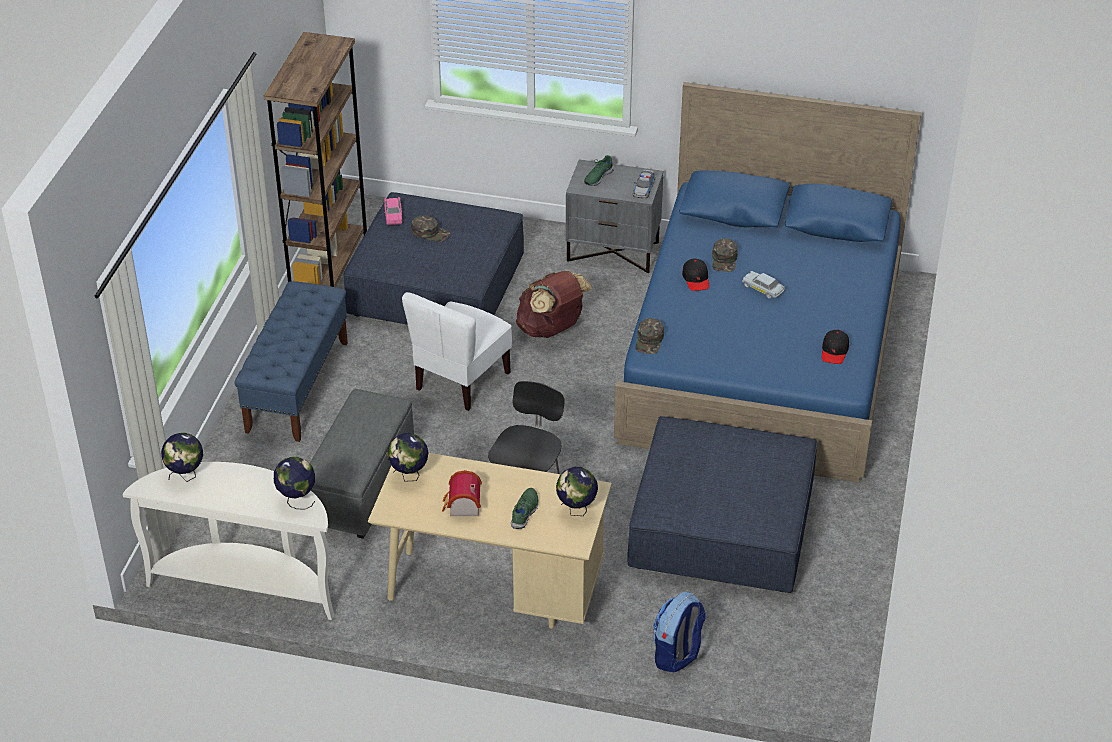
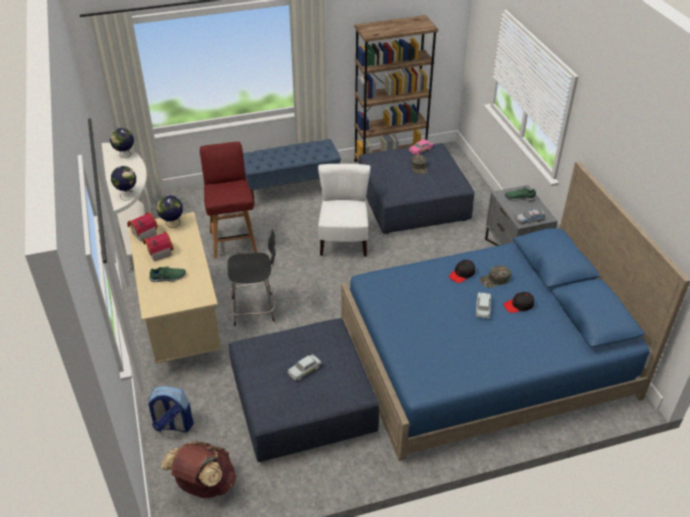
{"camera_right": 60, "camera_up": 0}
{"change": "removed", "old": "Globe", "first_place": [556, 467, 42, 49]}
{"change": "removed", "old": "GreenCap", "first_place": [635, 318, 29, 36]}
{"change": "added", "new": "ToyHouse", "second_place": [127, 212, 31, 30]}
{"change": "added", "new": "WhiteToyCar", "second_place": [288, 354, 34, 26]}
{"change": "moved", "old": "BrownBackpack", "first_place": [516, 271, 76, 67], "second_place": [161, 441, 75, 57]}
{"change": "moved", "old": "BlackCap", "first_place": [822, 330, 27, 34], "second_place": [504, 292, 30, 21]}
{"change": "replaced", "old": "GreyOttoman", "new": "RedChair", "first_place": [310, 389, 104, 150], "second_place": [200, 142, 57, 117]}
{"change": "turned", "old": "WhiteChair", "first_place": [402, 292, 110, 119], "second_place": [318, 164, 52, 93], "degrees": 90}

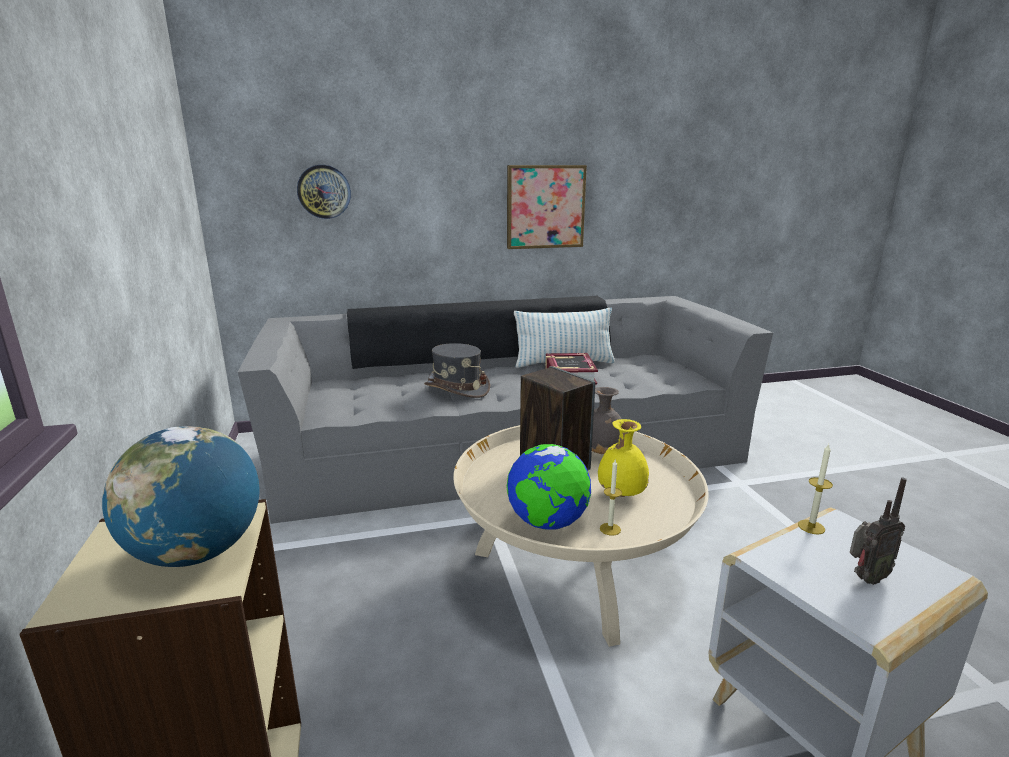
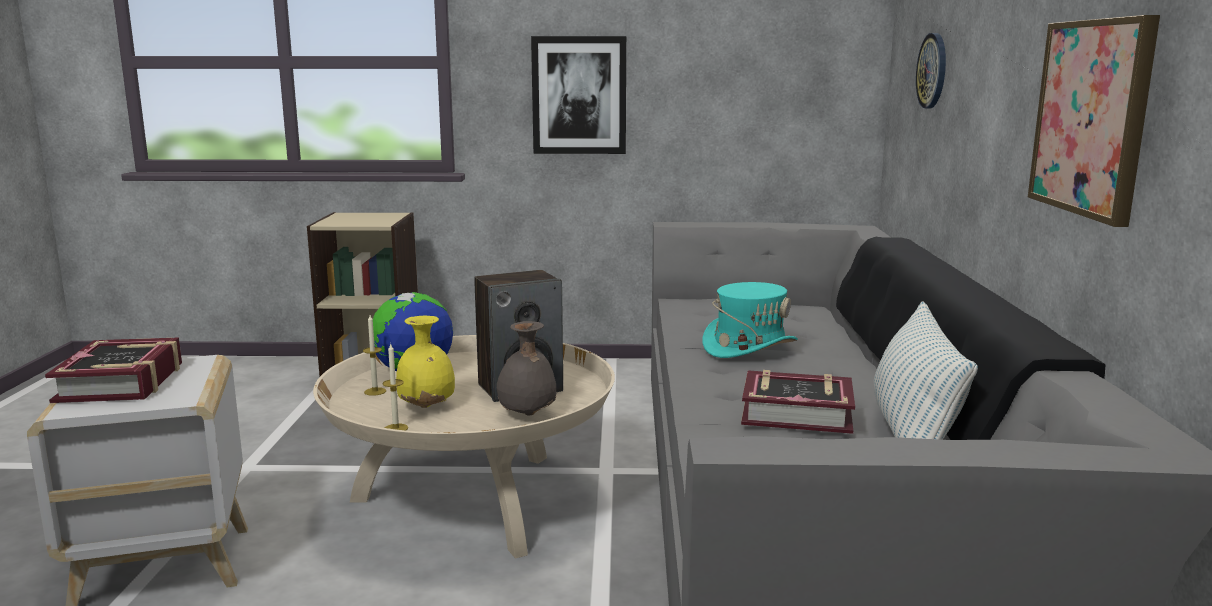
{"camera_right": 105, "camera_up": -5}
{"change": "removed", "old": "Globe", "first_place": [102, 426, 158, 141]}
{"change": "added", "new": "Picture", "second_place": [531, 36, 95, 118]}
{"change": "moved", "old": "Candle", "first_place": [798, 444, 35, 90], "second_place": [383, 343, 25, 88]}
{"change": "replaced", "old": "Radio", "new": "Book", "first_place": [850, 478, 57, 107], "second_place": [45, 337, 137, 66]}
{"change": "recoloured", "old": "GreyHat", "new": "TurquoiseHat", "first_place": [424, 343, 66, 55], "second_place": [703, 282, 95, 76]}

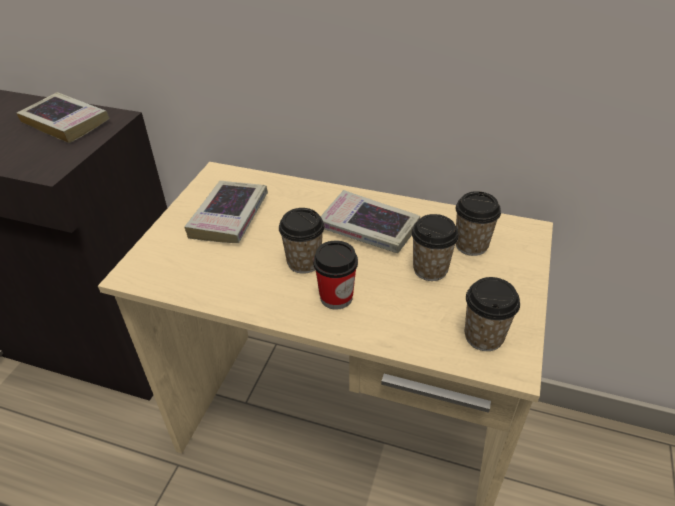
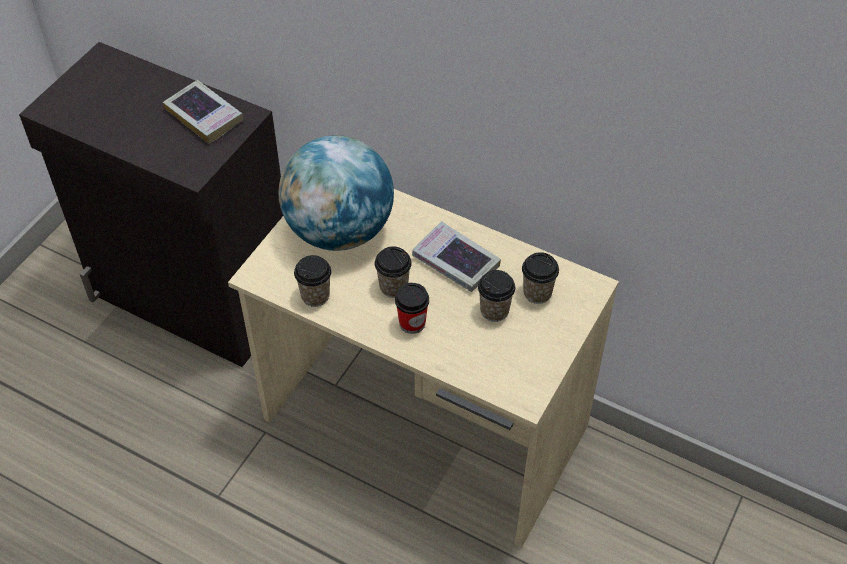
{"camera_right": 10, "camera_up": 10}
{"change": "moved", "old": "Cup", "first_place": [465, 277, 55, 74], "second_place": [294, 255, 37, 52]}
{"change": "replaced", "old": "Book", "new": "Globe", "first_place": [184, 181, 84, 62], "second_place": [279, 135, 115, 116]}

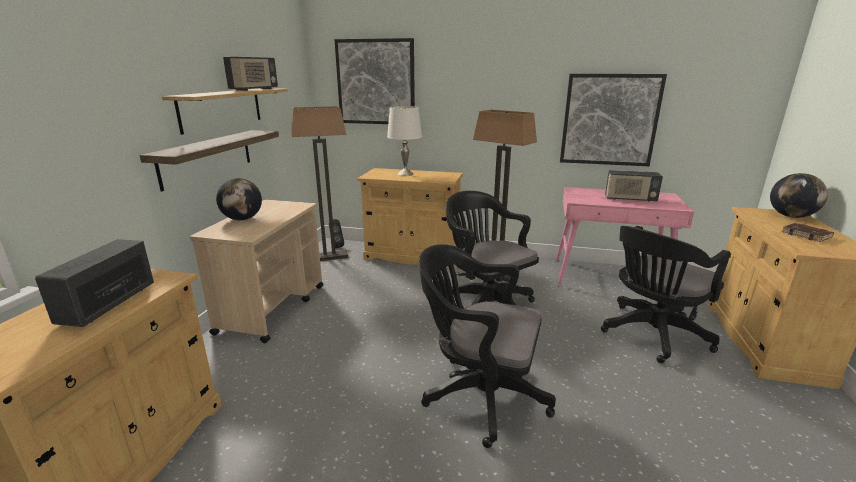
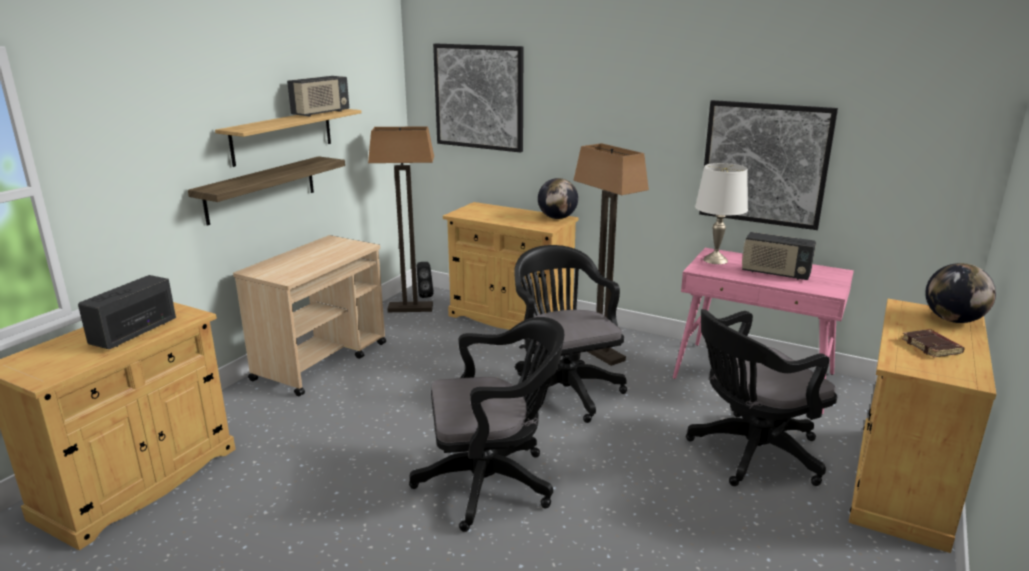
{"camera_right": 15, "camera_up": 0}
{"change": "moved", "old": "Globe", "first_place": [216, 178, 46, 42], "second_place": [538, 178, 40, 41]}
{"change": "moved", "old": "WhiteTableLamp", "first_place": [387, 106, 35, 70], "second_place": [695, 163, 53, 101]}
{"change": "turned", "old": "BlackOfficeChair", "first_place": [419, 244, 137, 204], "second_place": [409, 317, 155, 215], "degrees": 135}

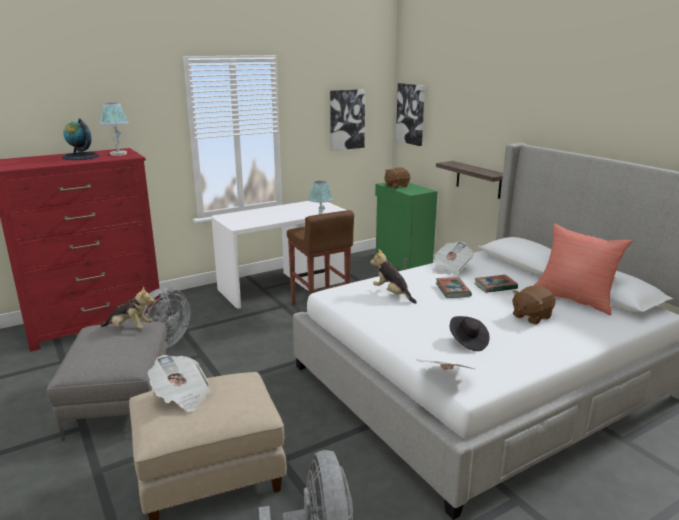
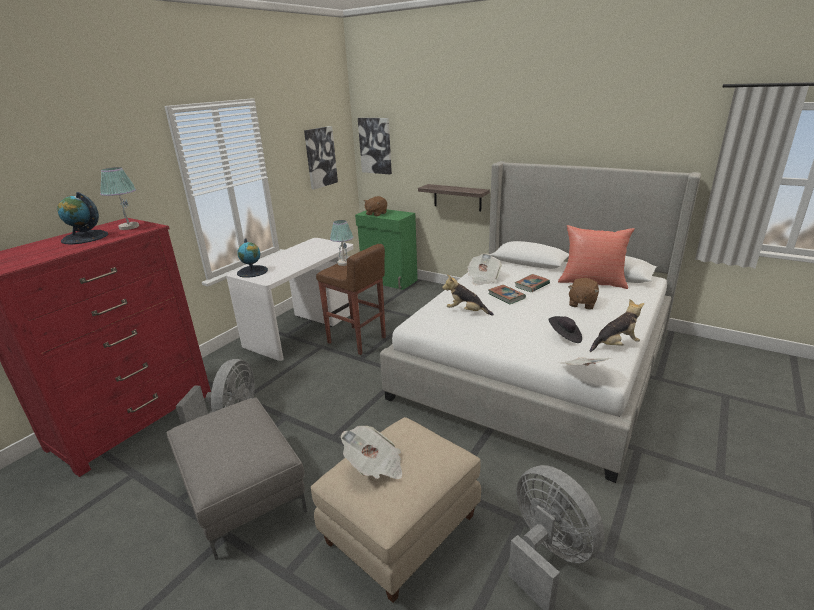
{"camera_right": -25, "camera_up": 5}
{"change": "added", "new": "Globe", "second_place": [237, 238, 31, 40]}
{"change": "moved", "old": "PlushToy", "first_place": [101, 286, 54, 43], "second_place": [590, 299, 55, 53]}

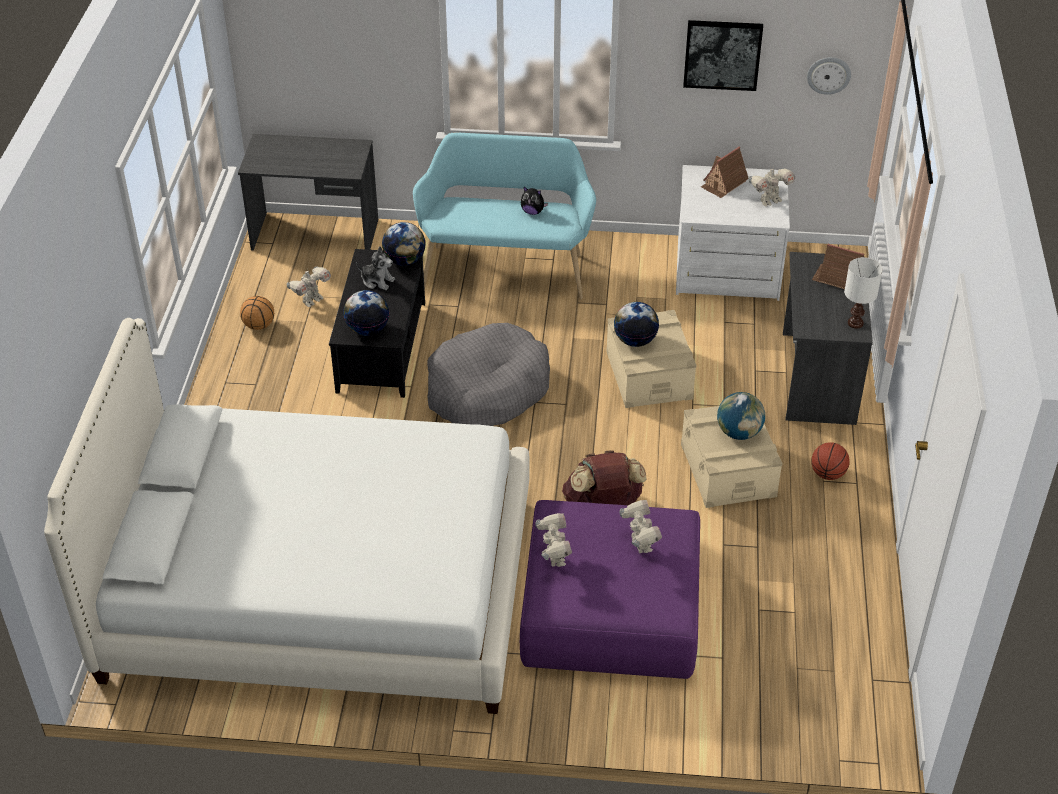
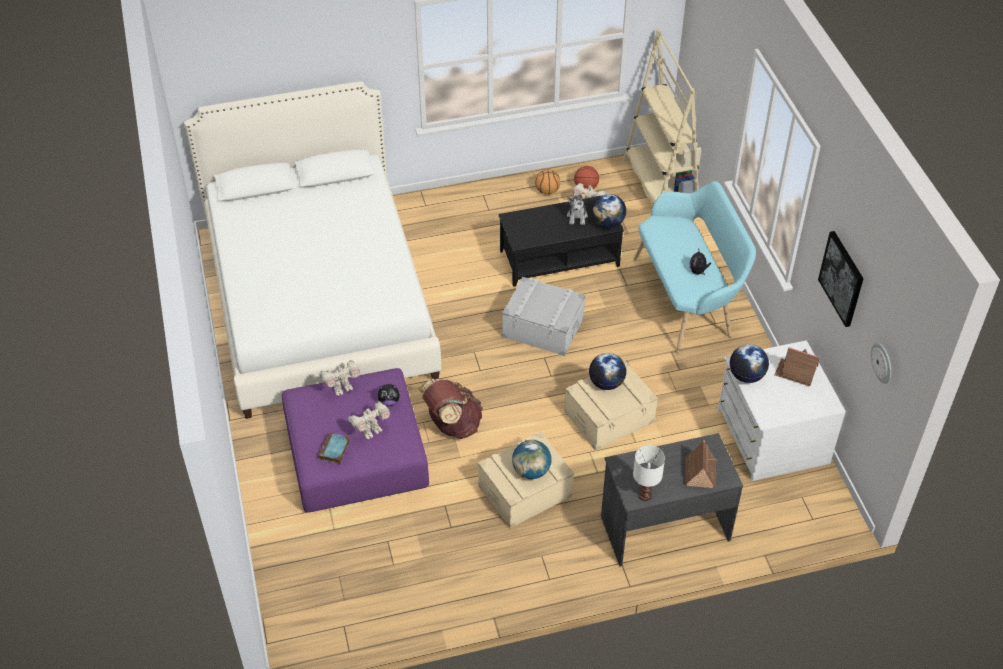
{"camera_right": 70, "camera_up": 5}
{"change": "removed", "old": "ToyRobot", "first_place": [749, 168, 46, 38]}
{"change": "added", "new": "Book", "second_place": [318, 432, 32, 32]}
{"change": "added", "new": "PlushToy", "second_place": [378, 384, 23, 22]}
{"change": "moved", "old": "Globe", "first_place": [343, 290, 46, 46], "second_place": [730, 344, 39, 39]}
{"change": "moved", "old": "Basketball", "first_place": [811, 442, 39, 38], "second_place": [574, 166, 25, 23]}
{"change": "replaced", "old": "GreyDesk", "new": "BeigeBookcase", "first_place": [238, 134, 140, 116], "second_place": [623, 28, 78, 178]}
{"change": "replaced", "old": "GreyDogBed", "new": "GreyStorageBox", "first_place": [427, 323, 123, 103], "second_place": [502, 277, 83, 79]}

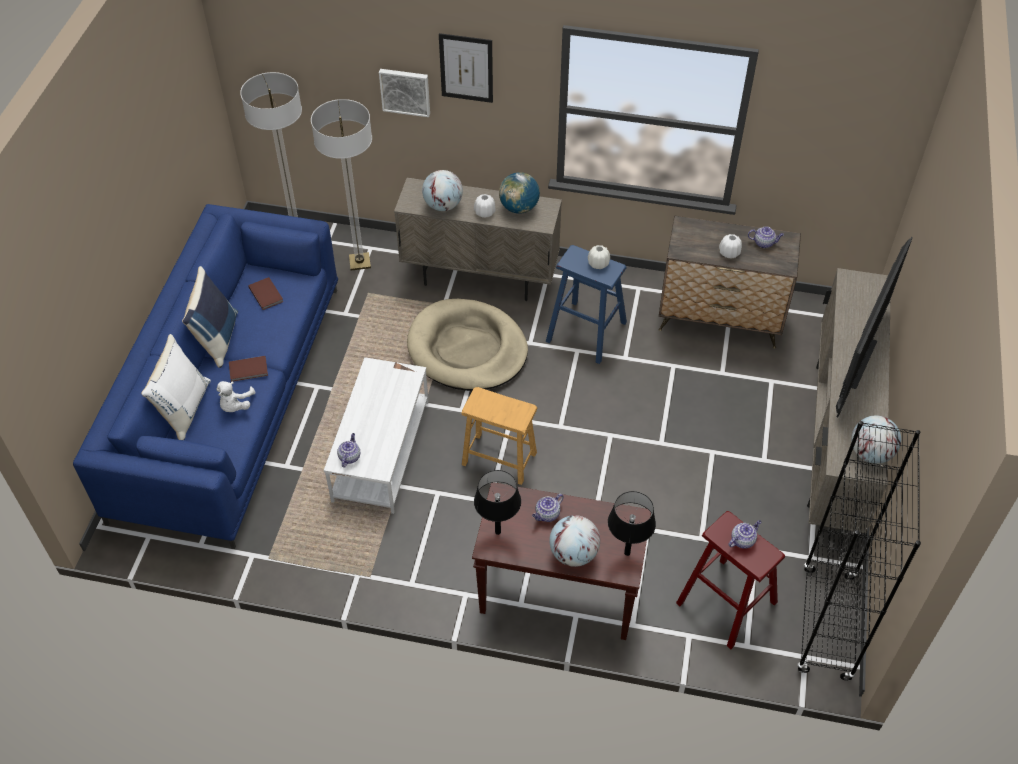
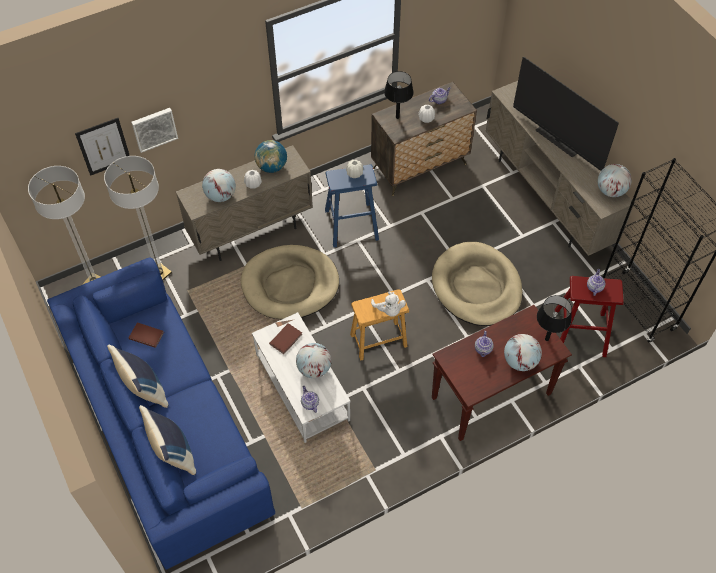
{"camera_right": -40, "camera_up": 5}
{"change": "added", "new": "Globe", "second_place": [296, 343, 35, 35]}
{"change": "added", "new": "BeigeDogBed", "second_place": [432, 242, 91, 84]}
{"change": "moved", "old": "WhitePlushToy", "first_place": [217, 381, 38, 31], "second_place": [371, 292, 35, 25]}
{"change": "moved", "old": "BrownBook", "first_place": [229, 356, 39, 26], "second_place": [269, 323, 33, 31]}
{"change": "moved", "old": "Picture", "first_place": [439, 33, 54, 70], "second_place": [75, 118, 55, 58]}
{"change": "moved", "old": "BlackTableLamp", "first_place": [474, 470, 47, 65], "second_place": [384, 71, 30, 48]}
{"change": "recoloured", "old": "WhitePillow", "new": "BluePillow", "first_place": [141, 334, 70, 106], "second_place": [139, 405, 57, 70]}
{"change": "turned", "old": "Television", "first_place": [836, 237, 77, 180], "second_place": [513, 57, 106, 114], "degrees": 150}

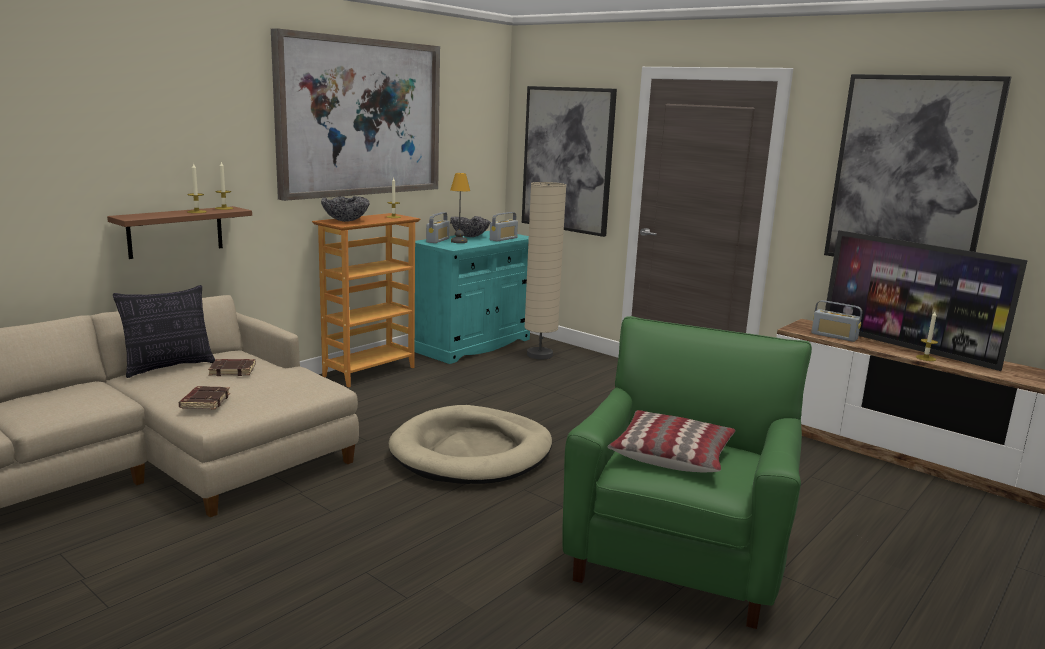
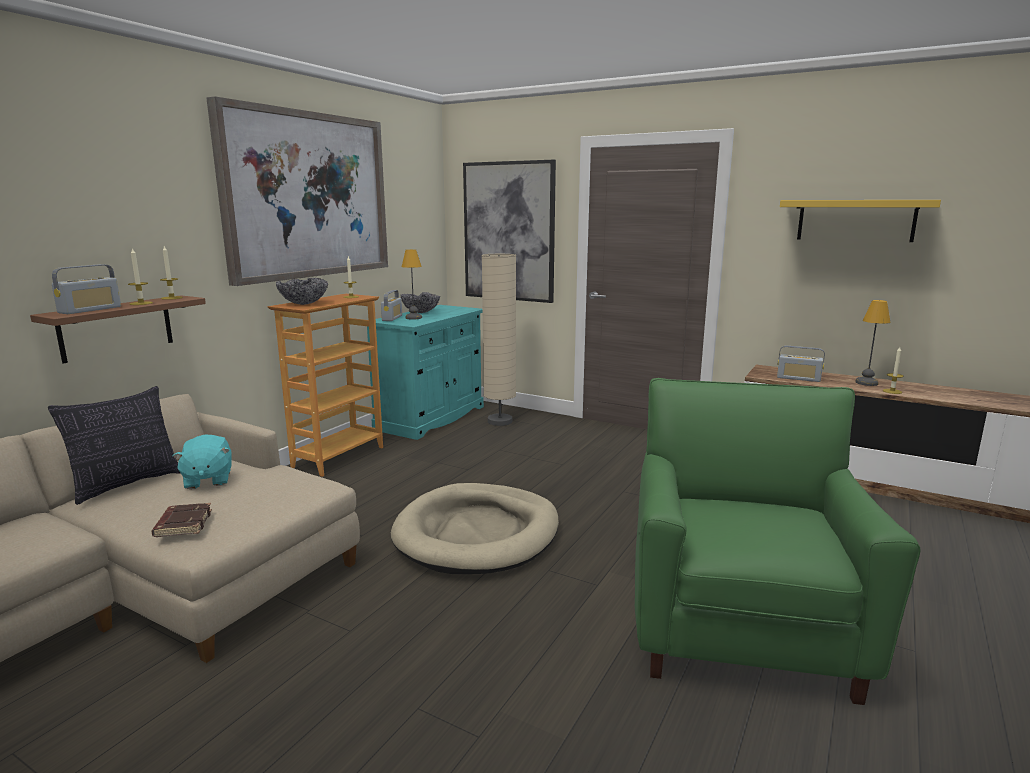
{"camera_right": -10, "camera_up": 0}
{"change": "removed", "old": "Pillow", "first_place": [608, 410, 127, 63]}
{"change": "moved", "old": "Radio", "first_place": [490, 212, 28, 29], "second_place": [52, 264, 69, 50]}
{"change": "replaced", "old": "BrownBook", "new": "TurquoisePlushToy", "first_place": [208, 359, 48, 17], "second_place": [173, 435, 59, 54]}
{"change": "replaced", "old": "Picture", "new": "YellowShelf", "first_place": [824, 74, 187, 183], "second_place": [780, 200, 161, 42]}
{"change": "replaced", "old": "Television", "new": "TableLamp", "first_place": [825, 230, 203, 141], "second_place": [855, 300, 36, 86]}

